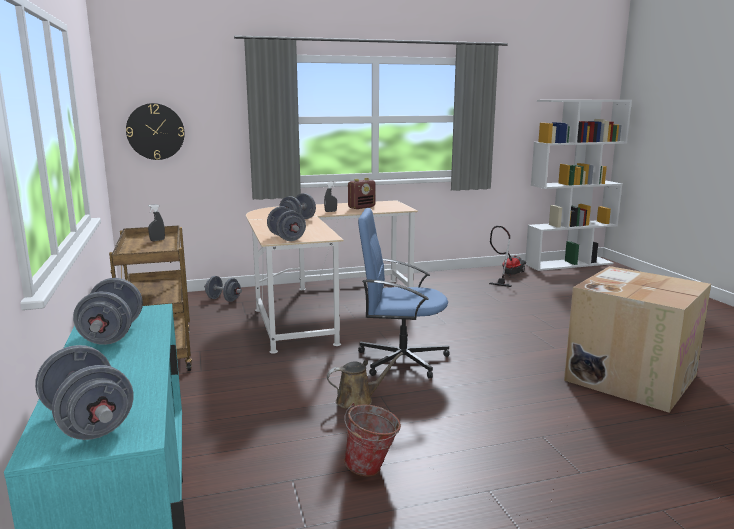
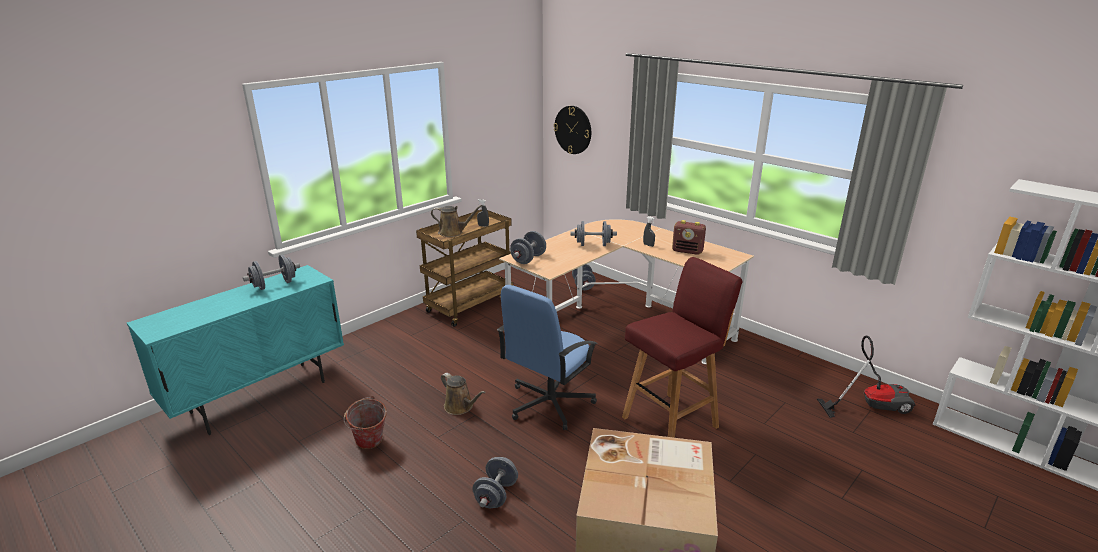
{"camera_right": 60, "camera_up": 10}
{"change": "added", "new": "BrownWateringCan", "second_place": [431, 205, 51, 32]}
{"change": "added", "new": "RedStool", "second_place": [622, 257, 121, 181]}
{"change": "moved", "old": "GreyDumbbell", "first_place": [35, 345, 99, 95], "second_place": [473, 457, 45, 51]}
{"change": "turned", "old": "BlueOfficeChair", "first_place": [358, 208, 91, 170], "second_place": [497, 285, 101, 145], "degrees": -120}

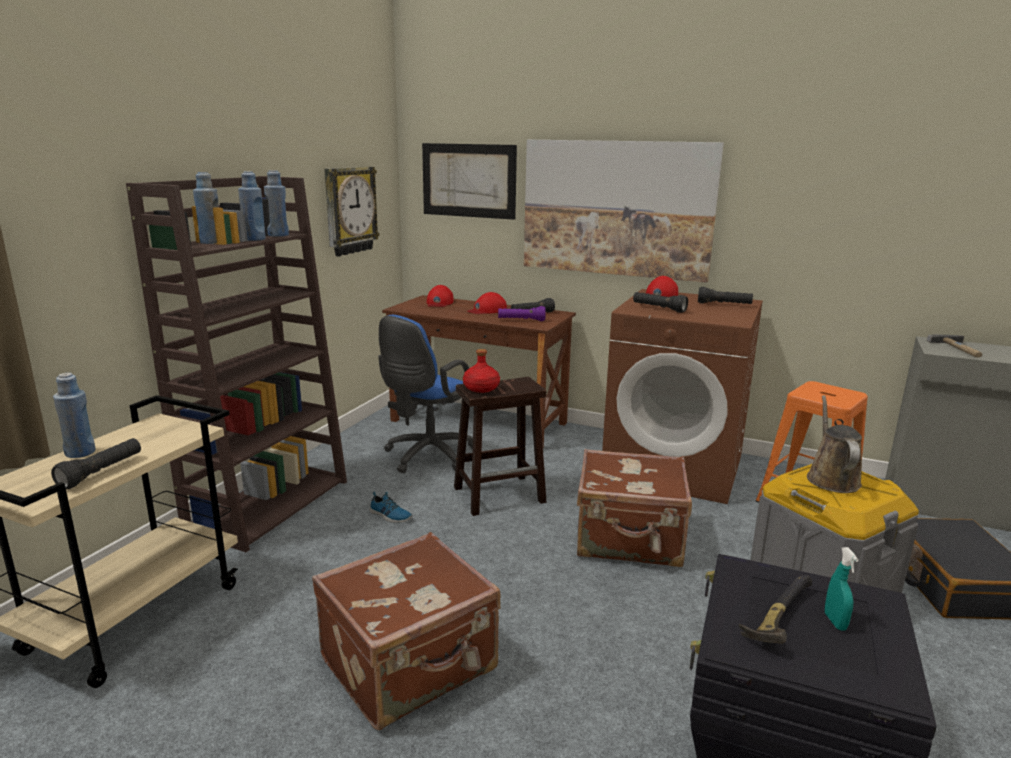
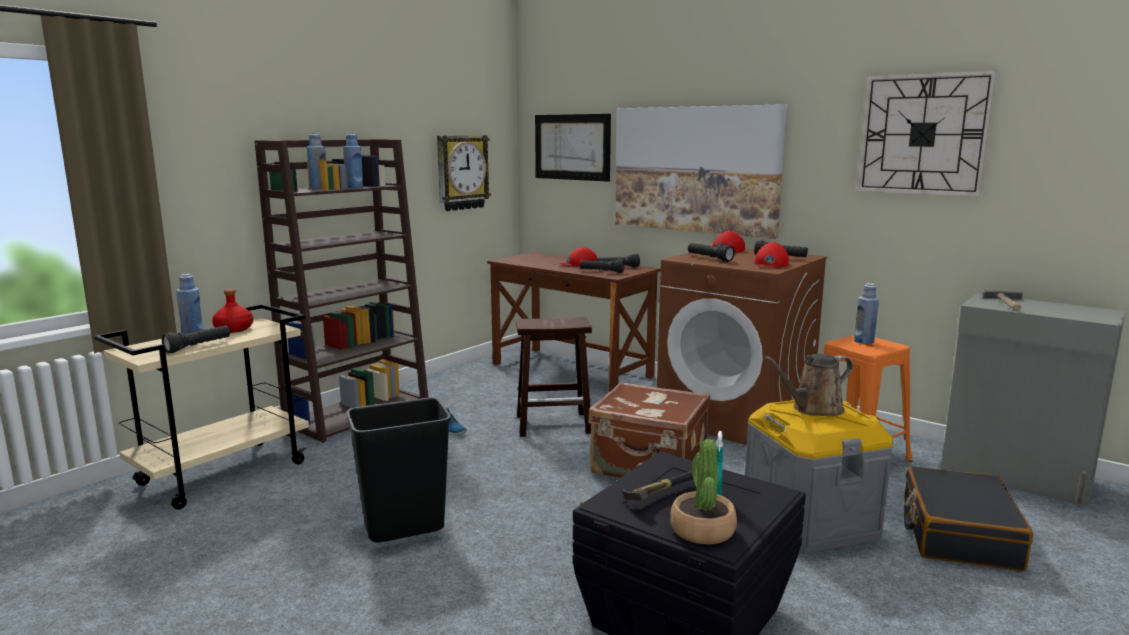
{"camera_right": 15, "camera_up": -5}
{"change": "removed", "old": "BlueOfficeChair", "first_place": [378, 315, 95, 158]}
{"change": "added", "new": "PottedPlant", "second_place": [670, 439, 67, 105]}
{"change": "added", "new": "WallClock", "second_place": [857, 70, 141, 127]}
{"change": "moved", "old": "BlueBottle", "first_place": [264, 170, 25, 67], "second_place": [854, 283, 25, 61]}
{"change": "moved", "old": "RedCap", "first_place": [427, 285, 27, 22], "second_place": [754, 242, 35, 26]}
{"change": "moved", "old": "RedBottle", "first_place": [463, 349, 37, 44], "second_place": [212, 289, 41, 44]}
{"change": "replaced", "old": "BrownSuitcase", "new": "BlackTrashCan", "first_place": [312, 532, 189, 198], "second_place": [346, 397, 105, 146]}
{"change": "recoloured", "old": "PurpleFlashlight", "new": "BlackFlashlight", "first_place": [498, 306, 48, 15], "second_place": [580, 259, 45, 14]}
{"change": "turned", "old": "BrownWateringCan", "first_place": [807, 395, 55, 98], "second_place": [764, 354, 89, 62], "degrees": -135}

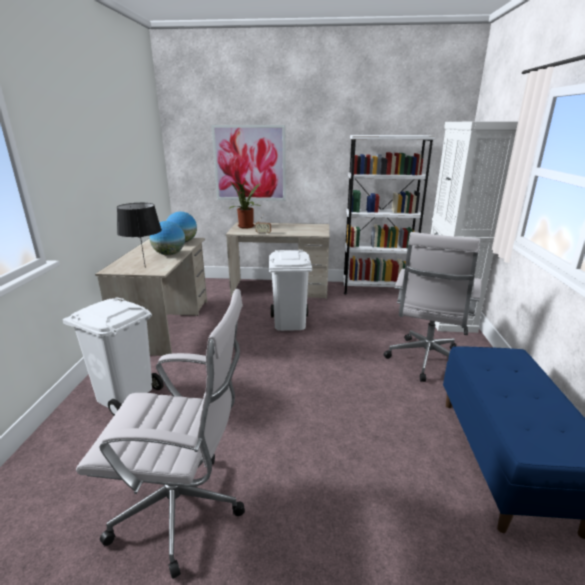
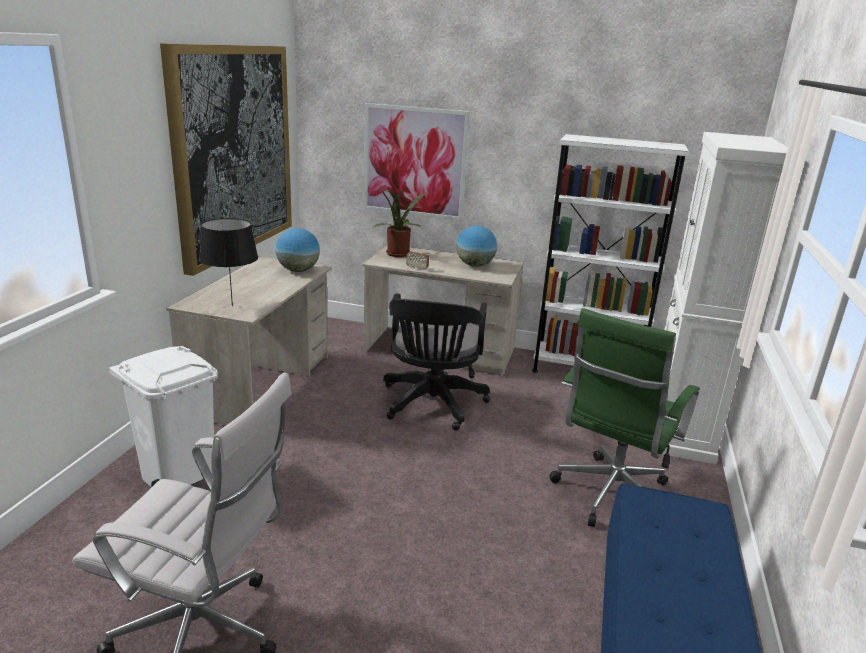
{"camera_right": 10, "camera_up": 0}
{"change": "added", "new": "Picture", "second_place": [160, 43, 132, 233]}
{"change": "moved", "old": "Globe", "first_place": [149, 221, 36, 34], "second_place": [456, 226, 41, 41]}
{"change": "replaced", "old": "WhiteTrashCan", "new": "BlackOfficeChair", "first_place": [269, 250, 43, 81], "second_place": [383, 293, 107, 138]}
{"change": "recoloured", "old": "WhiteOfficeChair", "new": "GreenOfficeChair", "first_place": [384, 232, 98, 150], "second_place": [549, 308, 151, 219]}

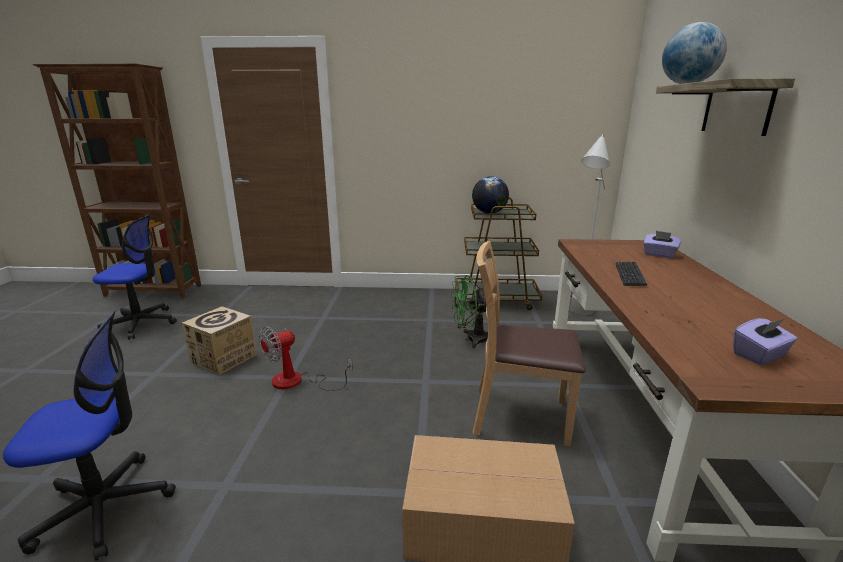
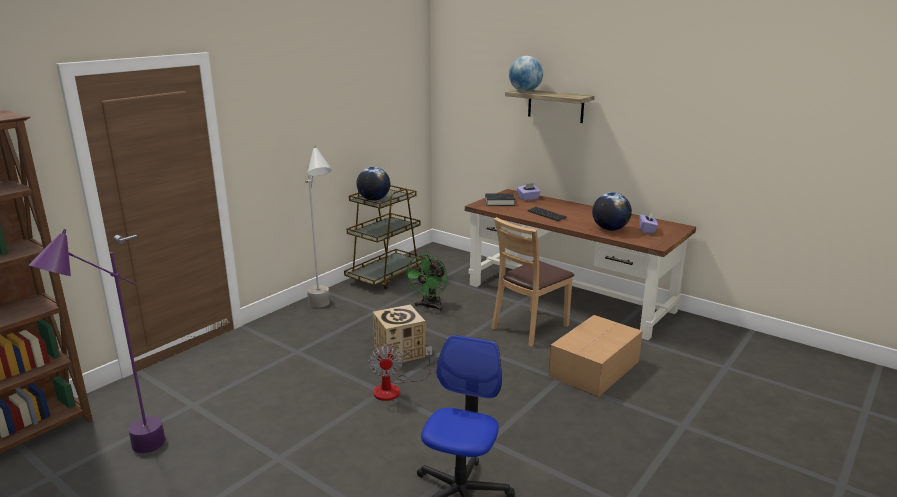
{"camera_right": -55, "camera_up": 0}
{"change": "added", "new": "BlackBook", "second_place": [485, 193, 30, 13]}
{"change": "added", "new": "Globe", "second_place": [592, 192, 40, 39]}
{"change": "moved", "old": "CardboardBox", "first_place": [182, 306, 75, 69], "second_place": [373, 304, 52, 59]}
{"change": "moved", "old": "GreyFloorLamp", "first_place": [570, 134, 40, 181], "second_place": [305, 145, 27, 163]}
{"change": "replaced", "old": "OfficeChair", "new": "PurpleFloorLamp", "first_place": [93, 215, 84, 125], "second_place": [29, 229, 137, 224]}

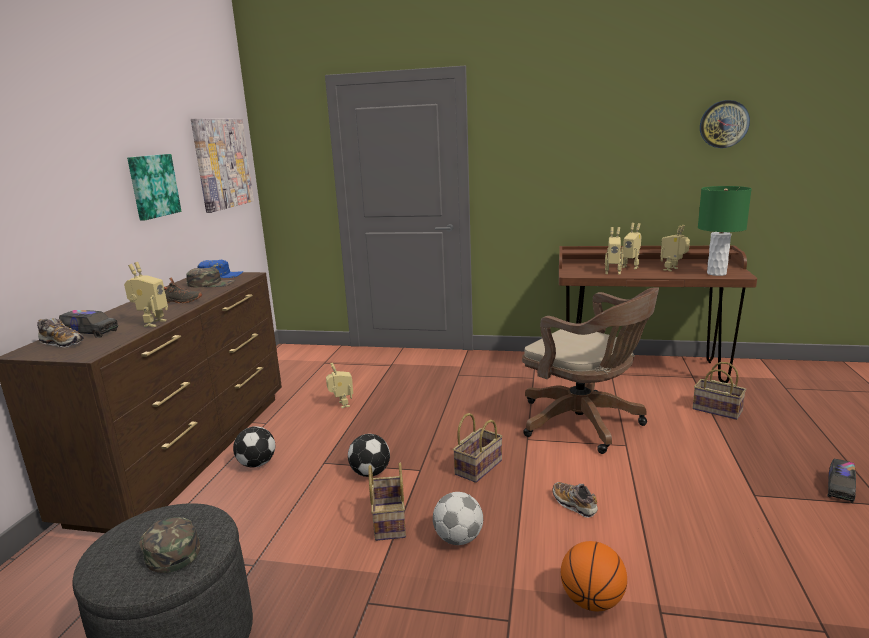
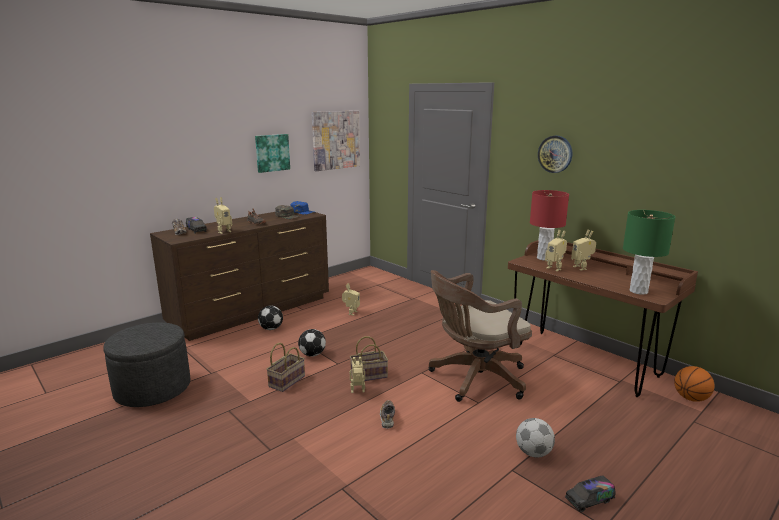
{"camera_right": 35, "camera_up": 0}
{"change": "removed", "old": "GreenCap", "first_place": [139, 517, 61, 56]}
{"change": "removed", "old": "Basket", "first_place": [692, 362, 54, 58]}
{"change": "added", "new": "RedTableLamp", "second_place": [530, 190, 39, 71]}
{"change": "moved", "old": "Football", "first_place": [433, 492, 50, 53], "second_place": [516, 418, 39, 40]}
{"change": "moved", "old": "Basketball", "first_place": [561, 541, 66, 70], "second_place": [674, 366, 41, 36]}
{"change": "moved", "old": "ToyRobot", "first_place": [661, 225, 29, 46], "second_place": [350, 357, 15, 36]}
{"change": "moved", "old": "WallClock", "first_place": [700, 100, 50, 48], "second_place": [538, 136, 34, 37]}
{"change": "turned", "old": "BrownOfficeChair", "first_place": [522, 287, 137, 167], "second_place": [428, 270, 104, 132], "degrees": 75}

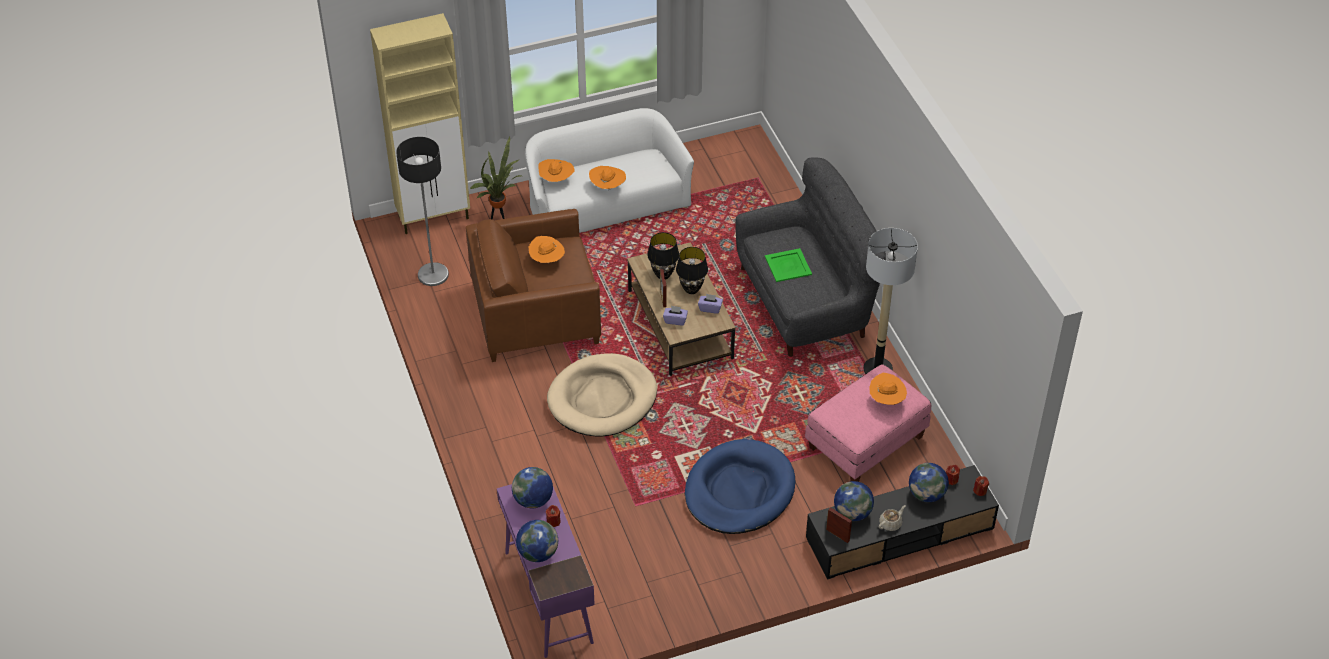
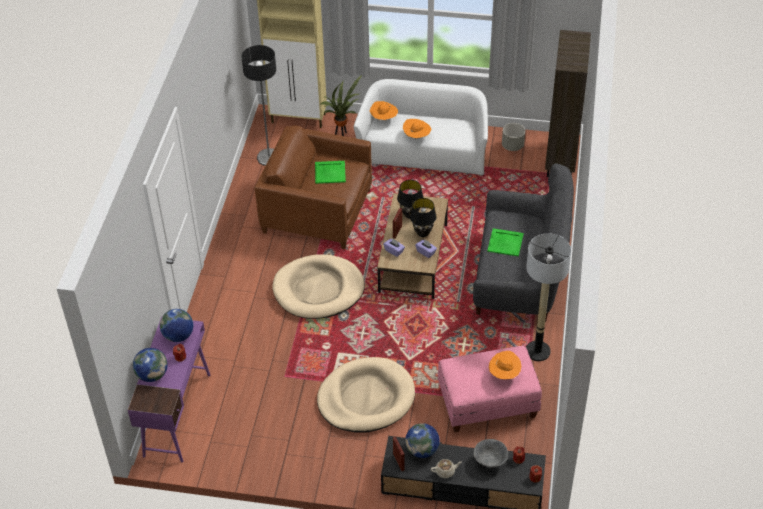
{"camera_right": 30, "camera_up": 0}
{"change": "added", "new": "GreyPlanter", "second_place": [502, 123, 23, 28]}
{"change": "added", "new": "BrownBookcase", "second_place": [545, 30, 46, 147]}
{"change": "replaced", "old": "OrangeHat", "new": "GreenTray", "first_place": [529, 236, 36, 27], "second_place": [315, 161, 31, 23]}
{"change": "replaced", "old": "Globe", "new": "GreyBowl", "first_place": [909, 463, 40, 39], "second_place": [474, 439, 34, 29]}
{"change": "recoloured", "old": "BlueDogBed", "new": "BeigeDogBed", "first_place": [685, 439, 110, 95], "second_place": [317, 357, 98, 76]}

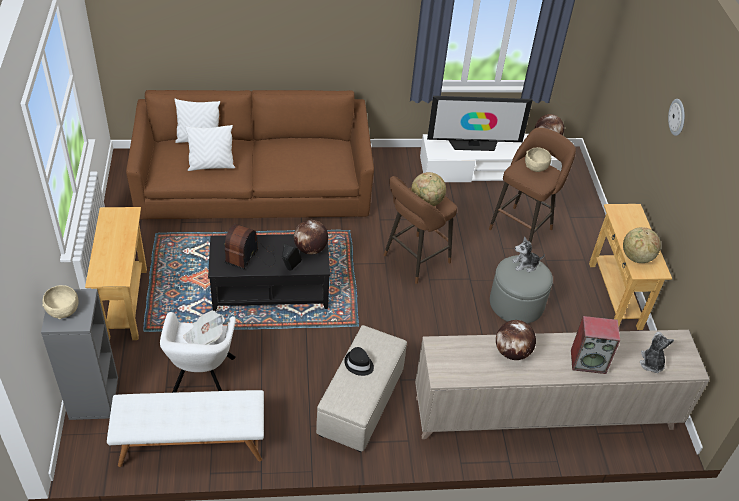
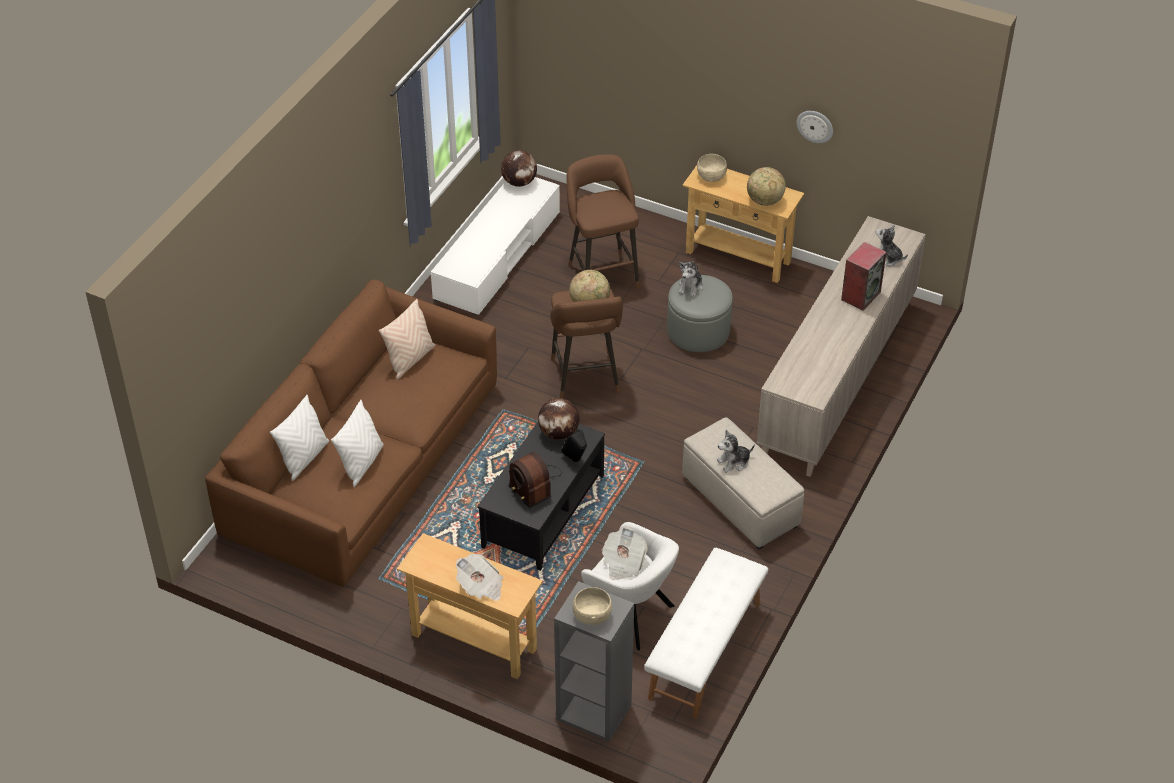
{"camera_right": -55, "camera_up": 0}
{"change": "removed", "old": "Television", "first_place": [427, 96, 106, 55]}
{"change": "removed", "old": "Globe", "first_place": [496, 320, 40, 40]}
{"change": "added", "new": "BeigePillow", "second_place": [379, 299, 56, 81]}
{"change": "added", "new": "Newspaper", "second_place": [456, 554, 47, 47]}
{"change": "moved", "old": "BeigeBowl", "first_place": [525, 147, 26, 25], "second_place": [697, 154, 30, 28]}
{"change": "moved", "old": "WallClock", "first_place": [668, 99, 17, 37], "second_place": [796, 111, 37, 32]}
{"change": "replaced", "old": "BlackHat", "new": "PlushToy", "first_place": [344, 347, 30, 29], "second_place": [717, 430, 38, 43]}

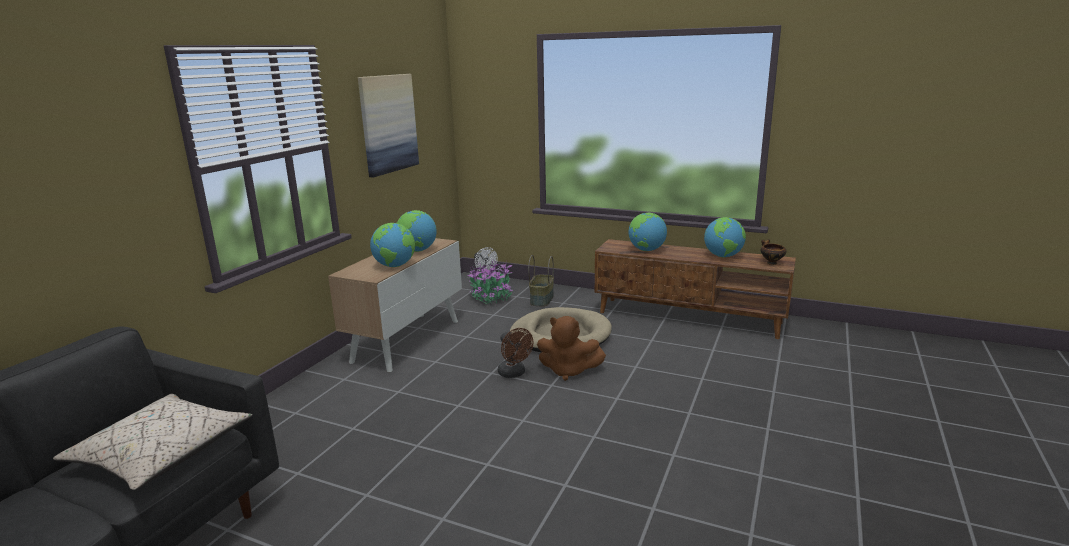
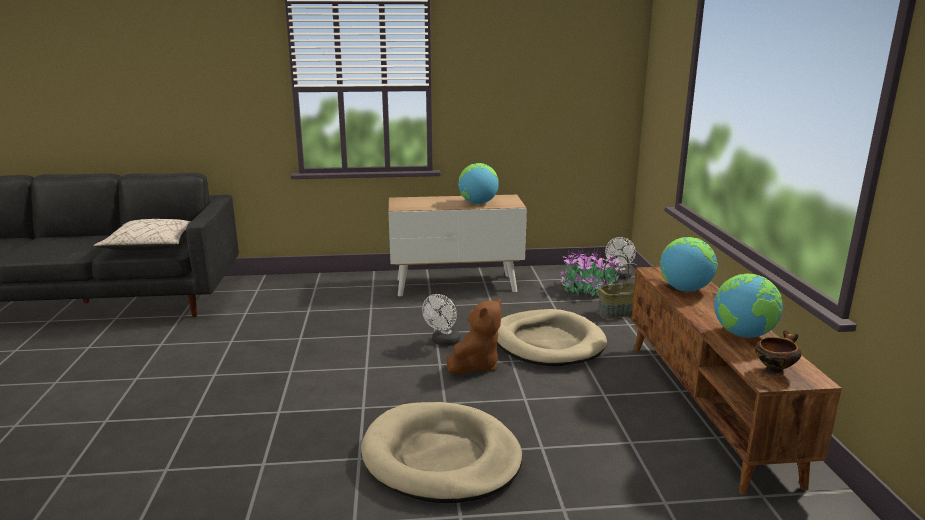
{"camera_right": 60, "camera_up": 0}
{"change": "removed", "old": "Picture", "first_place": [358, 74, 61, 104]}
{"change": "removed", "old": "Globe", "first_place": [370, 223, 45, 44]}
{"change": "added", "new": "BeigeDogBed", "second_place": [361, 402, 161, 101]}
{"change": "recoloured", "old": "BrownFan", "new": "WhiteFan", "first_place": [498, 328, 35, 50], "second_place": [422, 294, 38, 52]}
{"change": "turned", "old": "BrownPlushToy", "first_place": [537, 316, 69, 65], "second_place": [446, 299, 56, 76], "degrees": -135}

